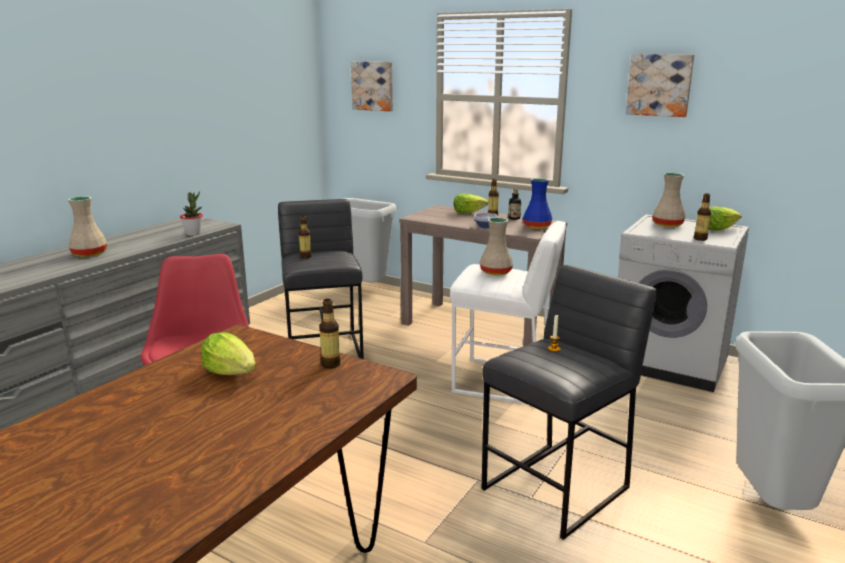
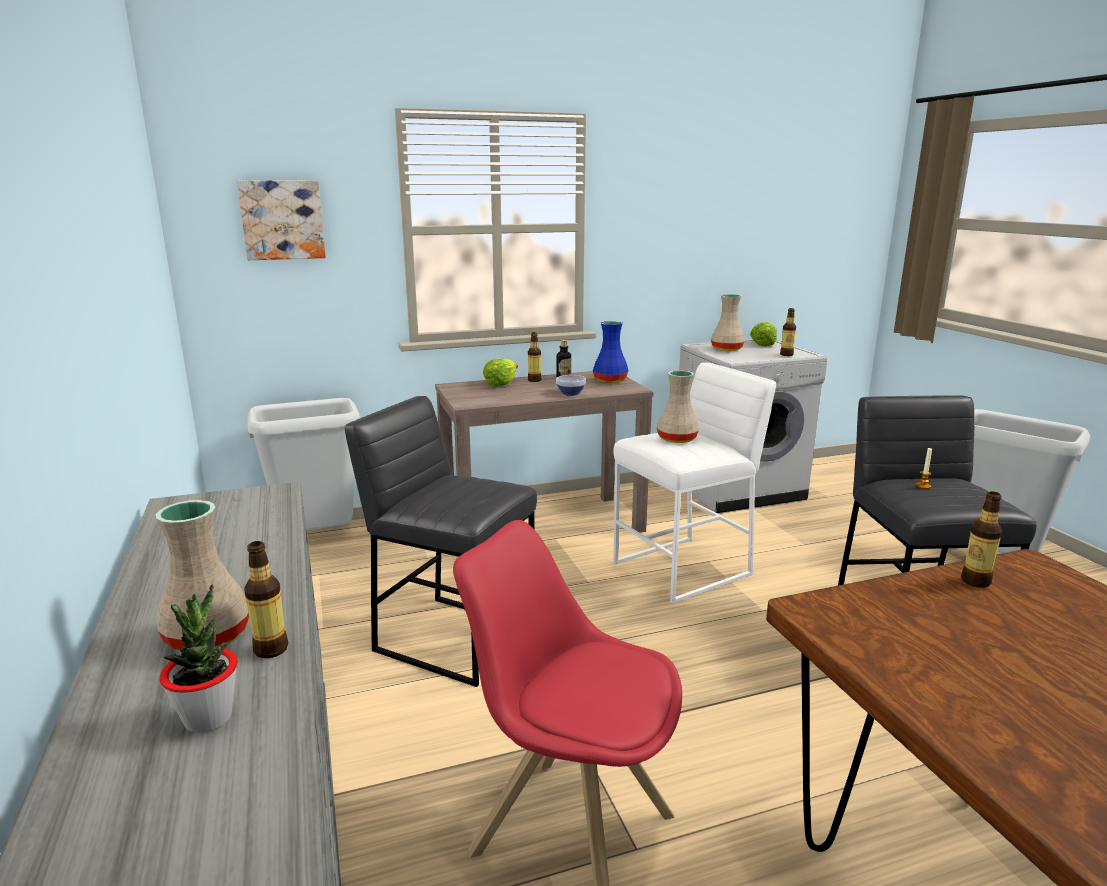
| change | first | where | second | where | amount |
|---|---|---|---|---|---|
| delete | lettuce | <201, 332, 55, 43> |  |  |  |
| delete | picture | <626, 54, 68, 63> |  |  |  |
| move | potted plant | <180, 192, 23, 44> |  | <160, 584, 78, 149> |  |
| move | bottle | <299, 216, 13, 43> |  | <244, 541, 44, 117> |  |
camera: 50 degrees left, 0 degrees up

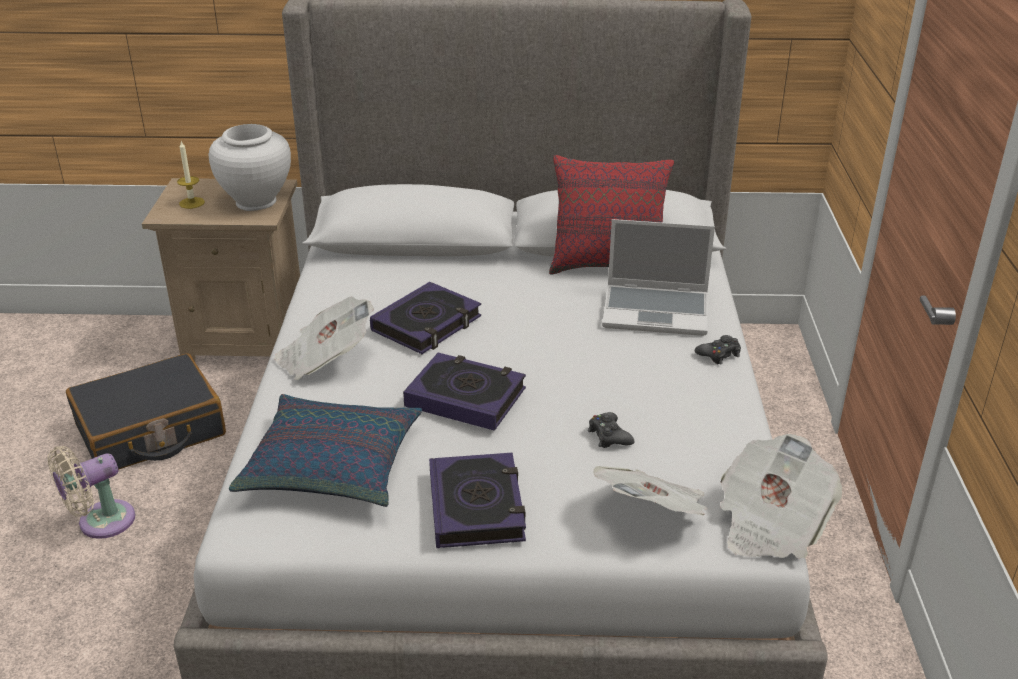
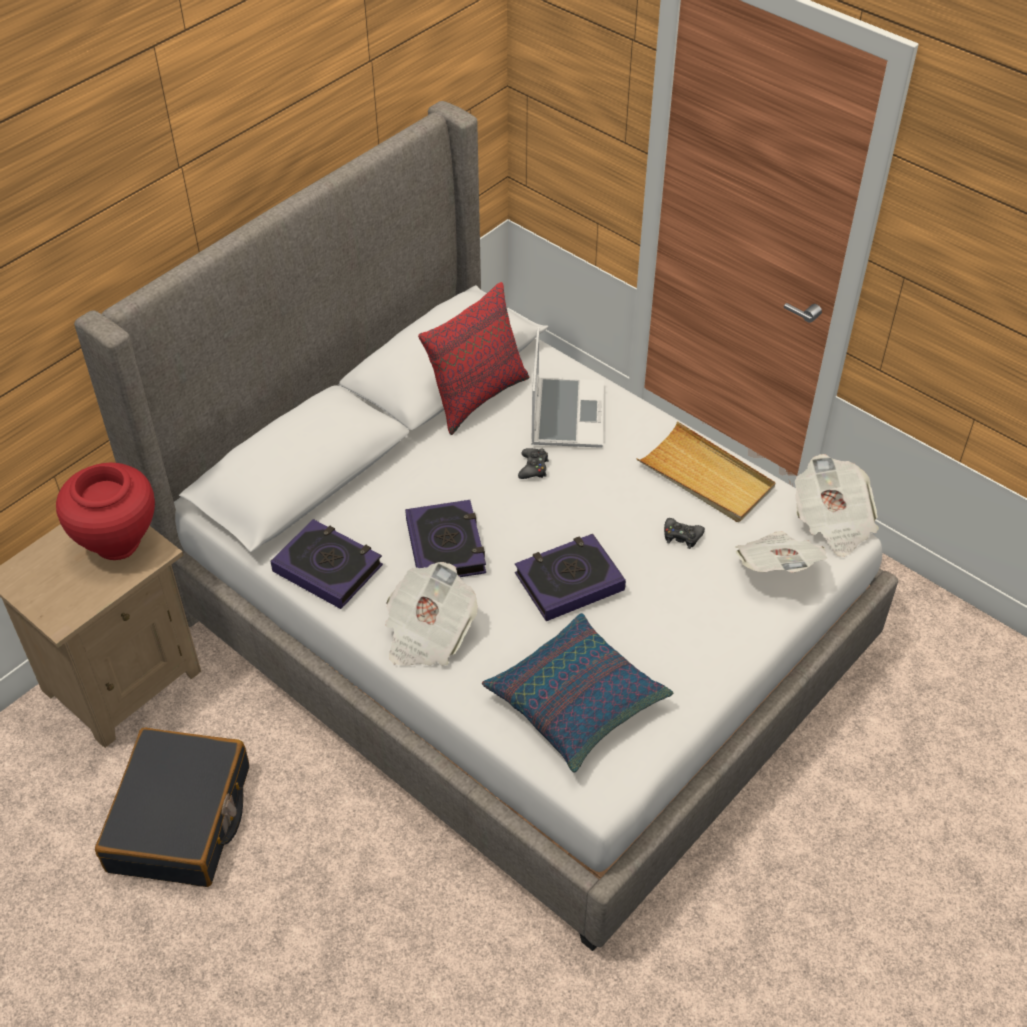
| change | first | where | second | where | amount |
|---|---|---|---|---|---|
| delete | beige fan | <47, 446, 88, 93> |  |  |  |
| delete | candle | <177, 141, 28, 68> |  |  |  |
| insert |  |  | beige tray | <636, 421, 140, 101> |  |
| move | book | <429, 453, 97, 95> |  | <270, 519, 113, 90> |  |
| move | black game controller | <695, 335, 46, 30> |  | <518, 448, 31, 31> |  |
| recolor | white vase | <208, 124, 83, 87> | red vase | <56, 463, 99, 97> |  |
| rotate | laptop | <602, 219, 113, 117> |  | <531, 327, 73, 121> | 45 degrees counterclockwise |
camera: 50 degrees left, 15 degrees up

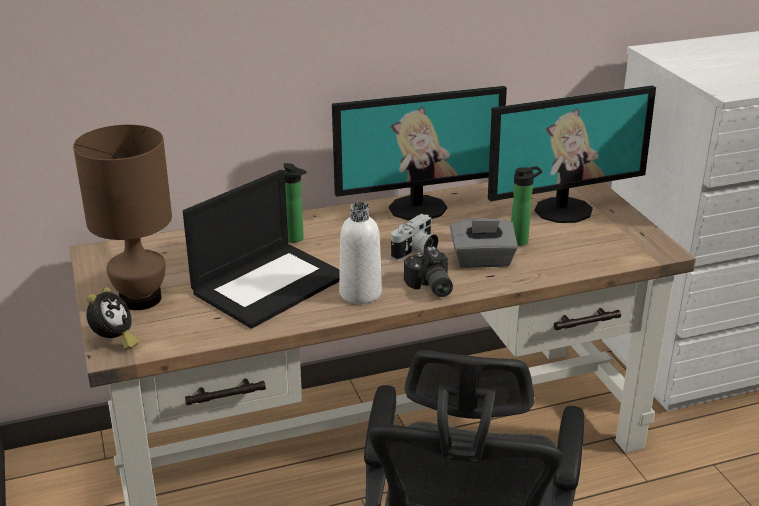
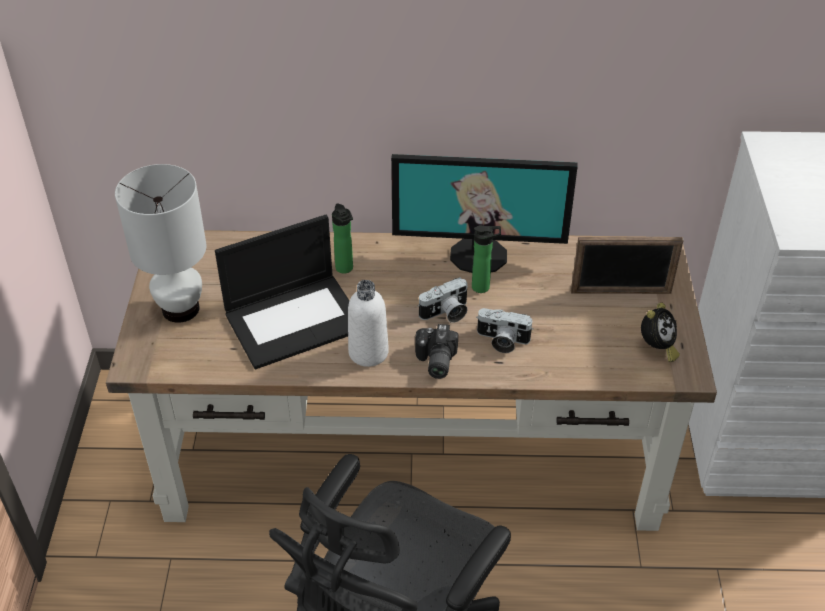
| change | first | where | second | where | amount |
|---|---|---|---|---|---|
| move | alarm clock | <86, 287, 53, 63> |  | <641, 303, 39, 59> |  |
| move | bottle | <511, 166, 31, 80> |  | <472, 225, 29, 68> |  |
| replace | grey tissue box | <450, 218, 68, 50> | photo camera | <476, 308, 58, 45> |  |
| replace | monitor | <488, 85, 168, 138> | picture frame | <571, 237, 113, 57> |  |
| recolor | brown table lamp | <73, 125, 99, 185> | white table lamp | <115, 164, 92, 159> |  |
camera: 20 degrees right, 15 degrees up

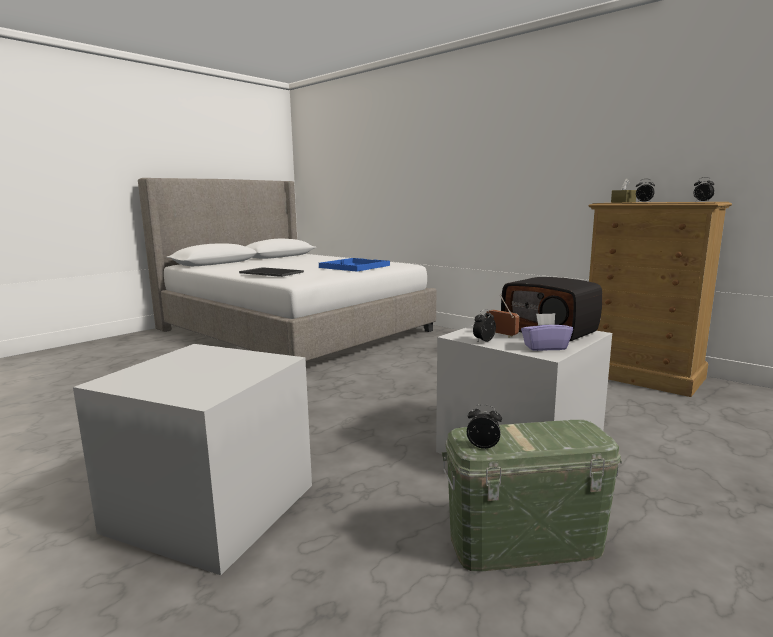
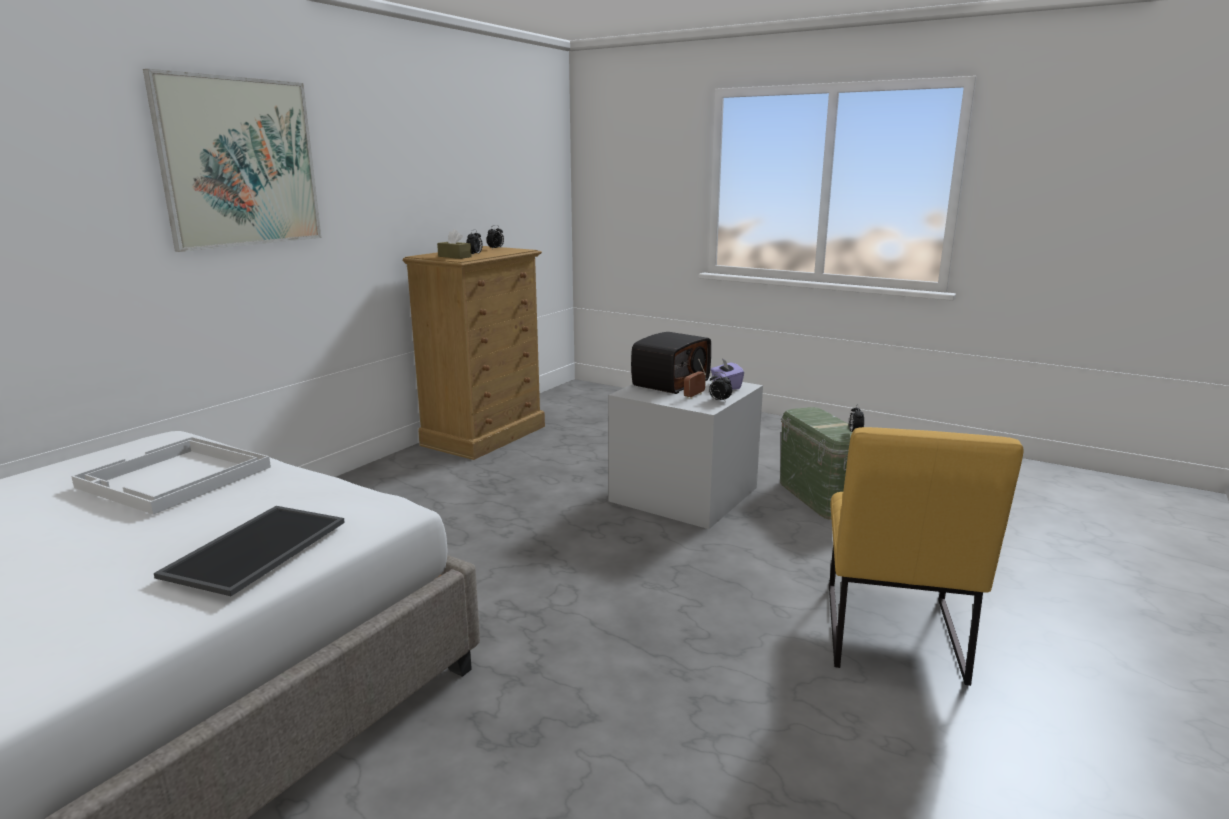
| change | first | where | second | where | amount |
|---|---|---|---|---|---|
| insert |  |  | picture | <143, 69, 178, 183> |  |
| replace | grey storage box | <73, 344, 239, 231> | yellow chair | <829, 427, 194, 259> |  |
| recolor | blue tray | <319, 258, 71, 14> | white tray | <71, 437, 200, 78> |  |
camera: 100 degrees left, 5 degrees up

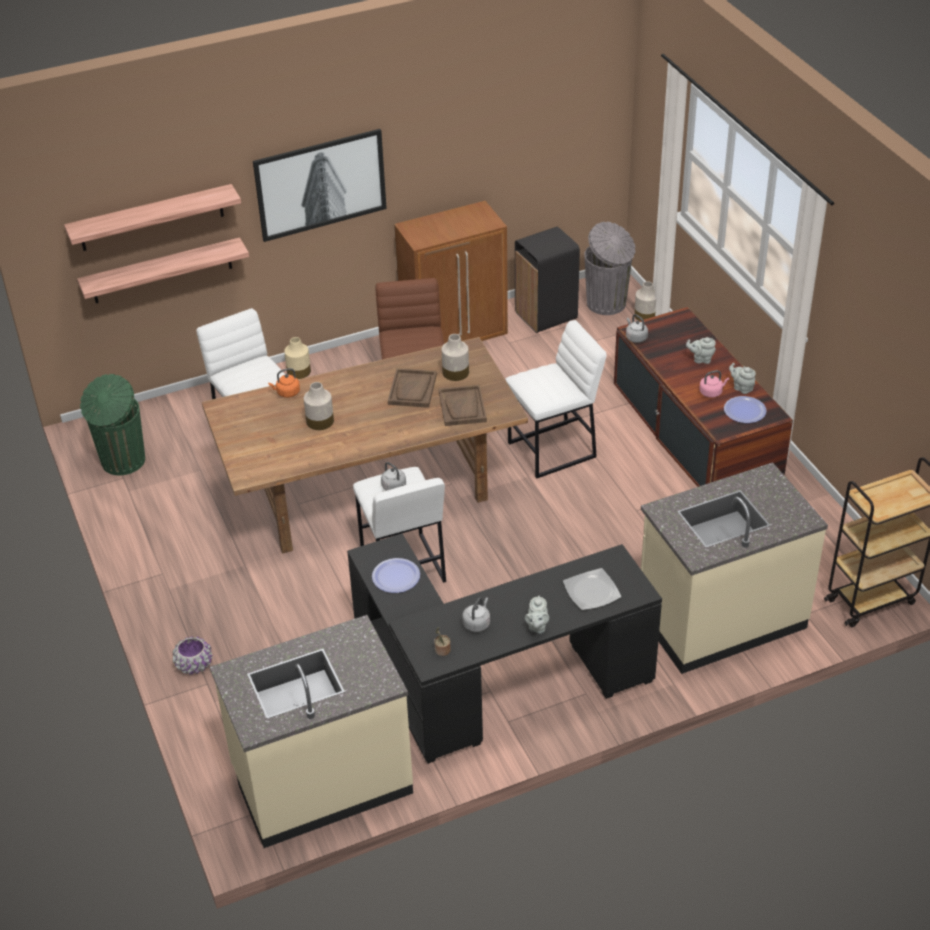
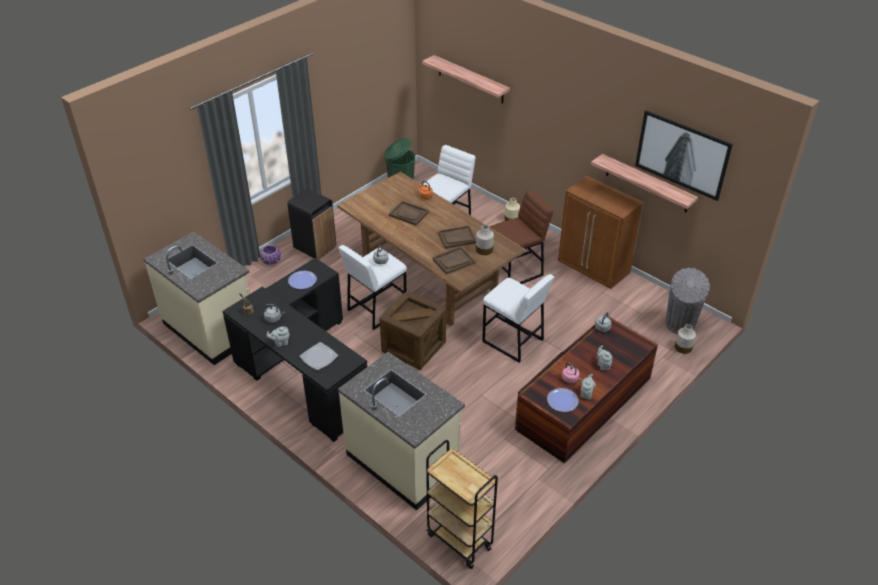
| change | first | where | second | where | amount |
|---|---|---|---|---|---|
| insert |  |  | crate | <379, 291, 67, 79> |  |
| move | shelf | <77, 237, 172, 66> |  | <591, 154, 107, 58> |  |
| move | picture | <253, 129, 134, 113> |  | <635, 110, 98, 91> |  |
| move | black trash can | <515, 227, 65, 106> |  | <288, 189, 48, 71> |  |
| replace | beige vase | <304, 382, 30, 48> | brown tray | <389, 201, 40, 25> |  |
camera: 65 degrees right, 0 degrees up

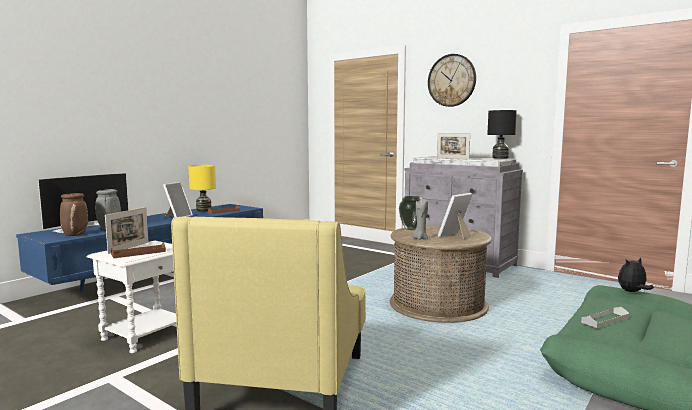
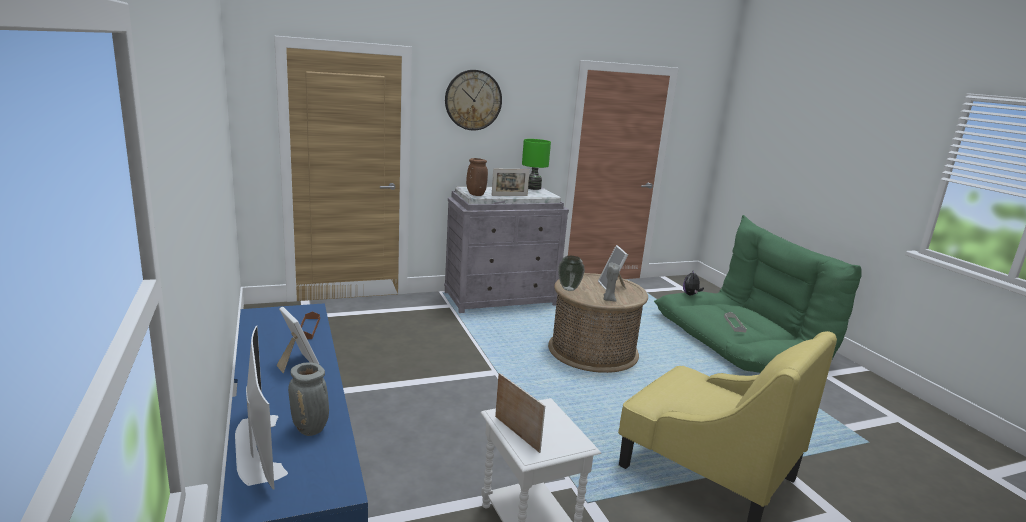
| change | first | where | second | where | amount |
|---|---|---|---|---|---|
| delete | brown tray | <111, 242, 55, 16> |  |  |  |
| delete | yellow table lamp | <188, 165, 28, 47> |  |  |  |
| move | brown vase | <60, 193, 28, 43> |  | <466, 158, 22, 38> |  |
| recolor | black table lamp | <487, 110, 30, 49> | green table lamp | <522, 139, 29, 51> |  |
camera: 60 degrees left, 10 degrees up

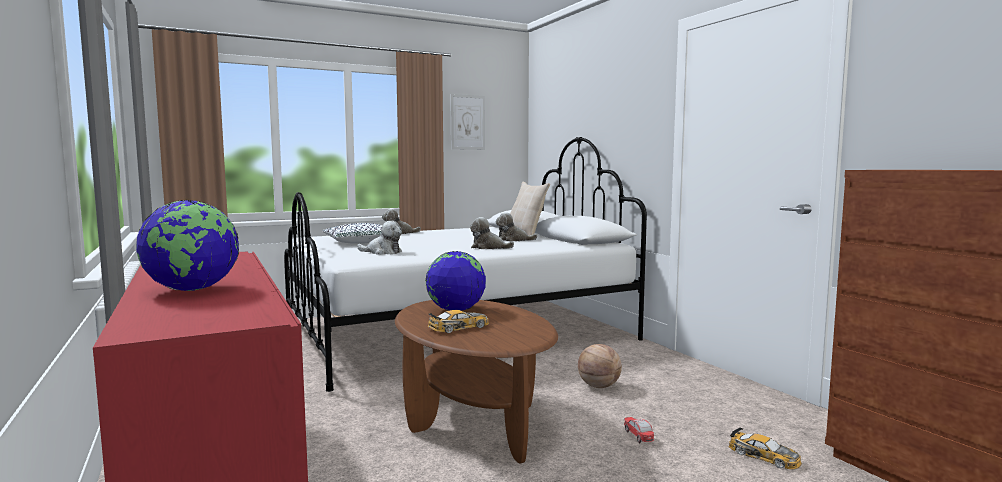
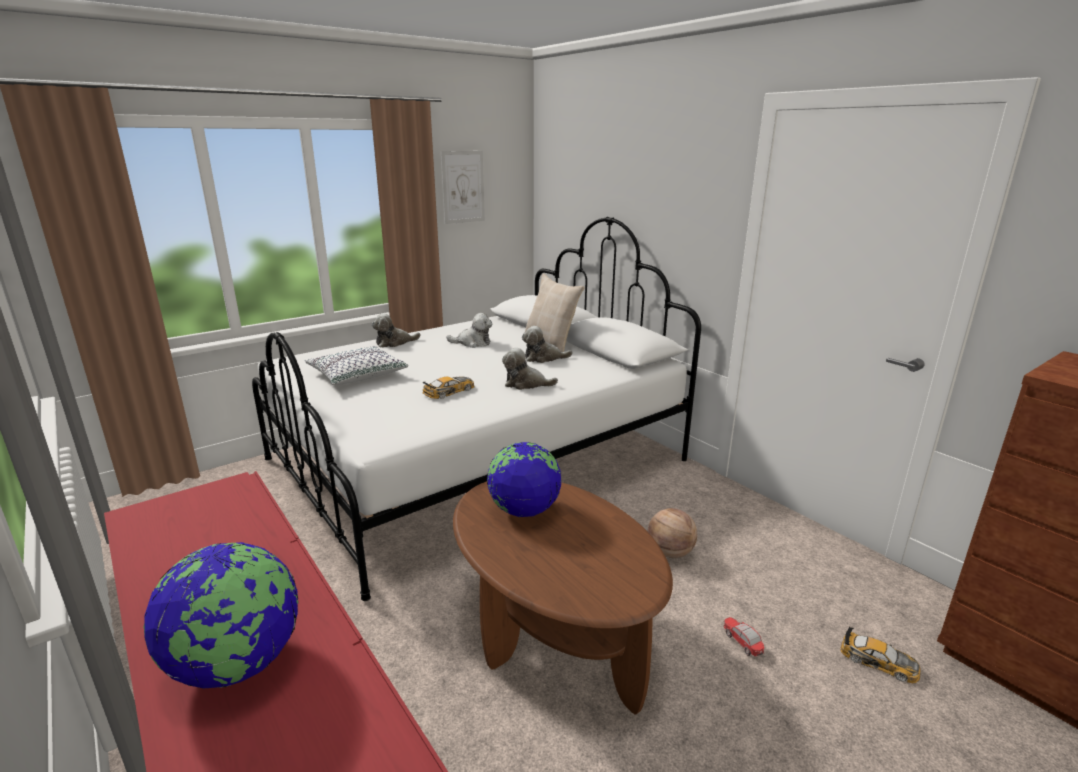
| change | first | where | second | where | amount |
|---|---|---|---|---|---|
| move | plush toy | <357, 221, 45, 34> |  | <446, 313, 46, 35> |  |
| move | toy car | <428, 310, 61, 23> |  | <422, 376, 53, 23> |  |
camera: 10 degrees left, 15 degrees up

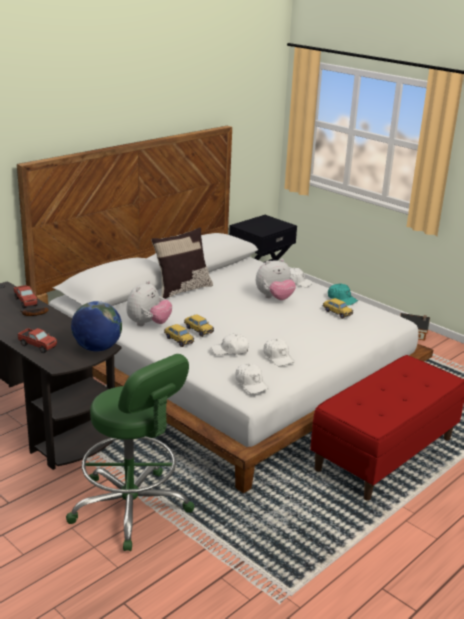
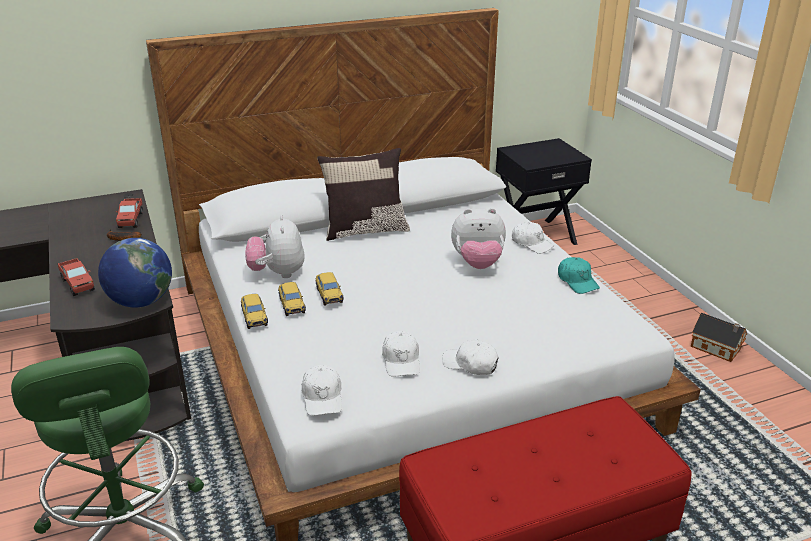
| change | first | where | second | where | amount |
|---|---|---|---|---|---|
| move | white cap | <212, 333, 37, 22> |  | <442, 339, 57, 36> |  |
| move | toy car | <323, 298, 30, 21> |  | <241, 294, 27, 35> |  |
| rotate | plush toy | <126, 280, 46, 46> |  | <245, 215, 60, 63> | 120 degrees clockwise |
camera: 25 degrees right, 5 degrees up

